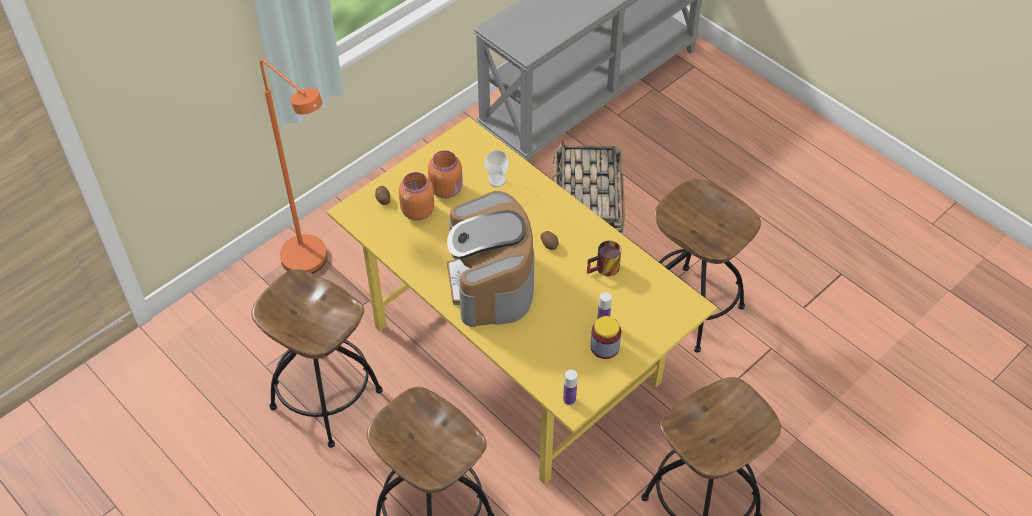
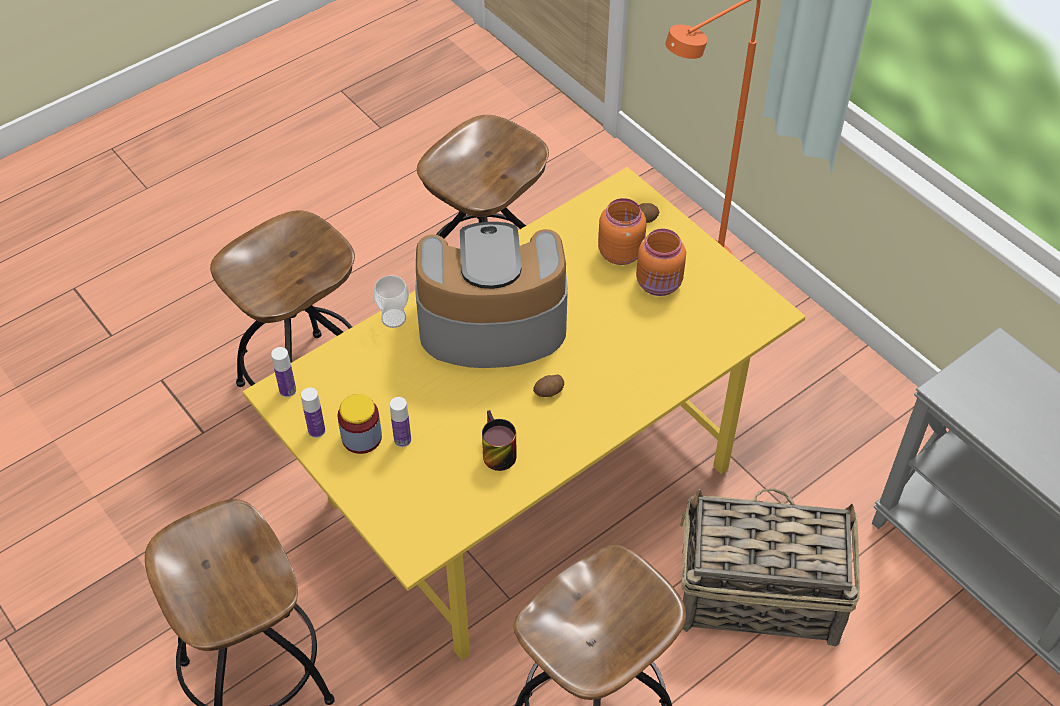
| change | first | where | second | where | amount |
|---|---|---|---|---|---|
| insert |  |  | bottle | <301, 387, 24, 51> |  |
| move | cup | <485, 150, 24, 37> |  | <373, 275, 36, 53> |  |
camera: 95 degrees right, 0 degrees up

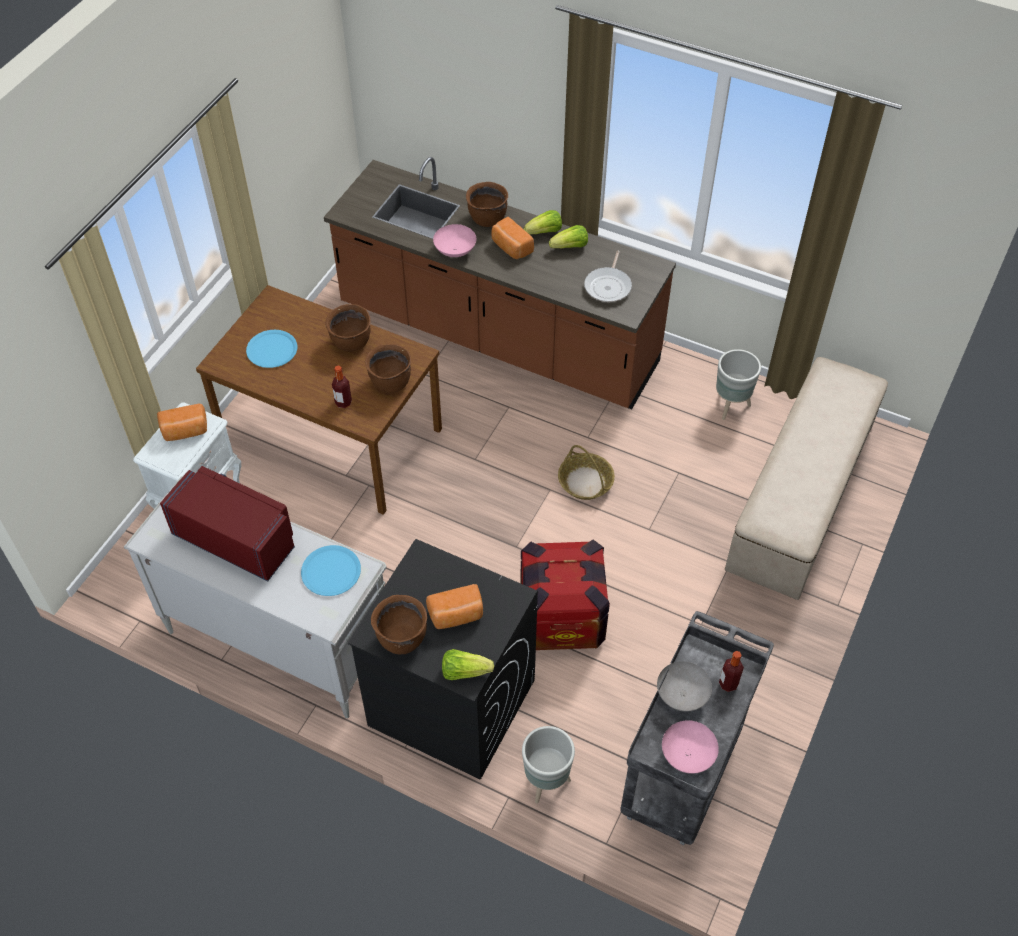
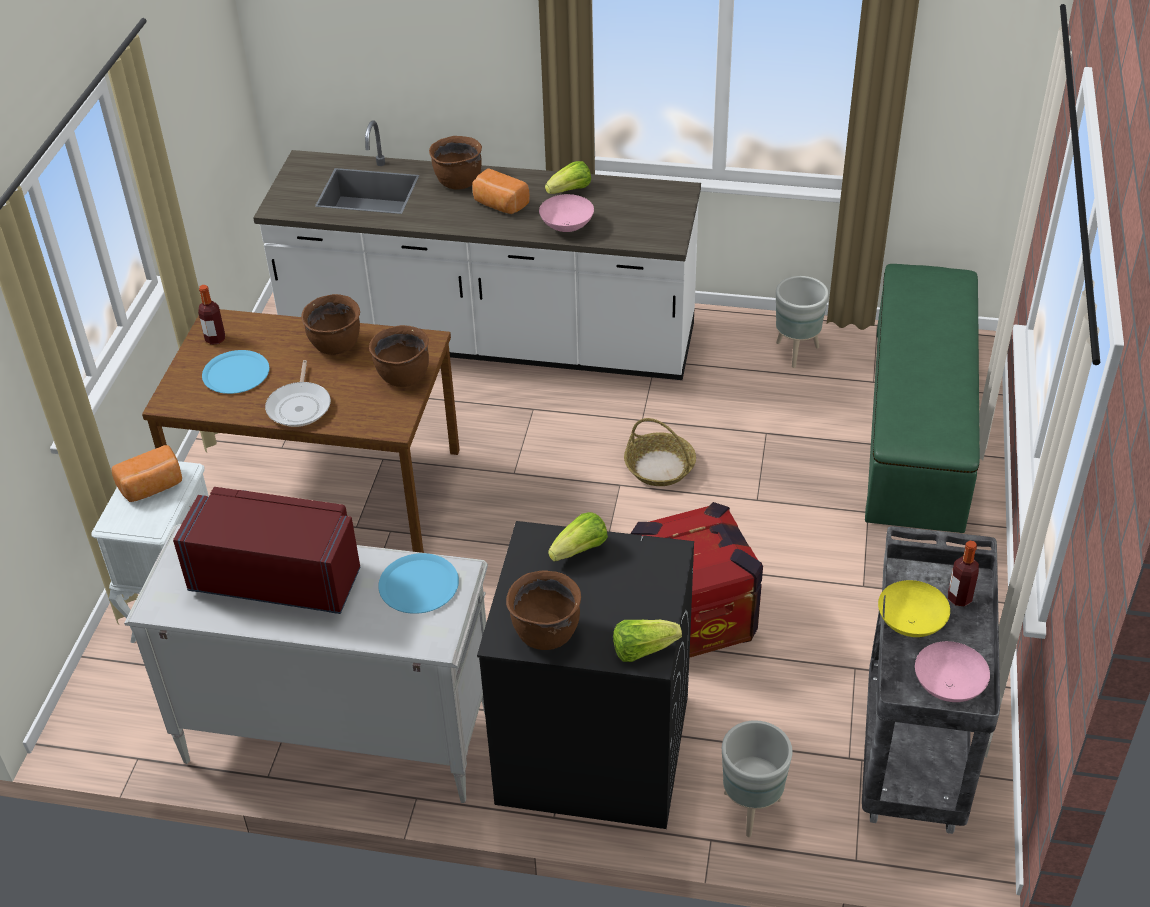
| change | first | where | second | where | amount |
|---|---|---|---|---|---|
| delete | bread | <426, 584, 57, 45> |  |  |  |
| move | bottle | <332, 366, 20, 42> |  | <198, 285, 27, 60> |  |
| move | pink bowl | <433, 224, 44, 33> |  | <539, 194, 55, 38> |  |
| move | lettuce | <523, 210, 39, 25> |  | <548, 512, 60, 50> |  |
| move | frying pan | <584, 251, 48, 51> |  | <265, 360, 66, 67> |  |
| recolor | brown counter | <324, 157, 352, 252> | white counter | <253, 120, 448, 260> |  |
| recolor | grey bowl | <657, 661, 55, 51> | yellow bowl | <878, 580, 72, 57> |  |
| recolor | beige bench | <725, 357, 163, 243> | green bench | <865, 264, 115, 269> |  |
camera: 15 degrees left, 10 degrees down

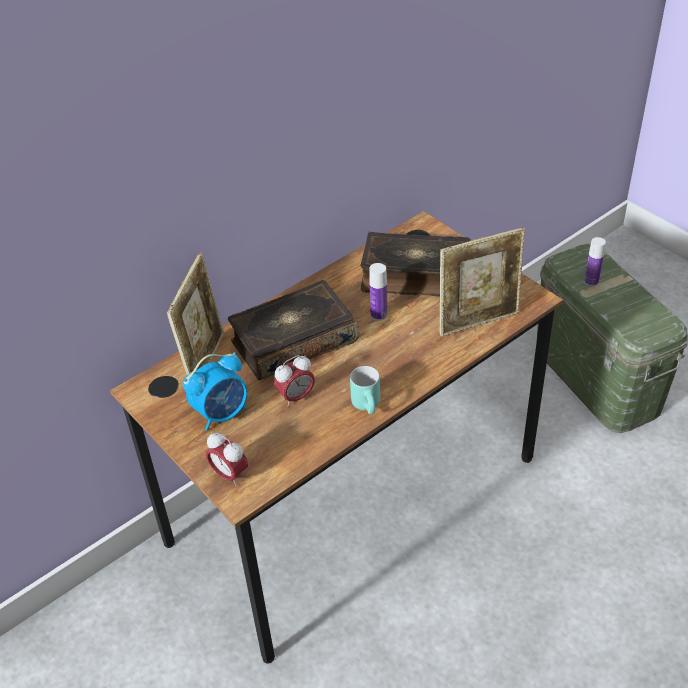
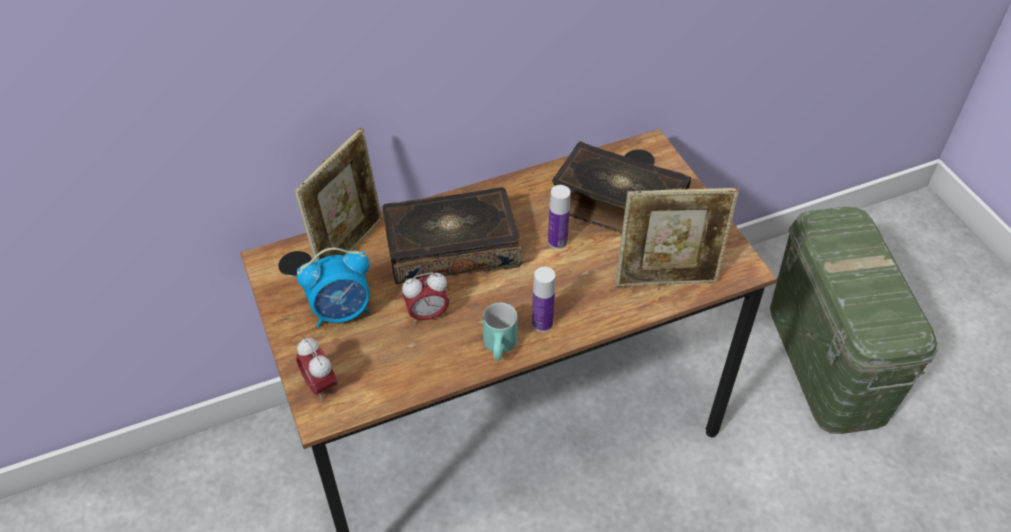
| change | first | where | second | where | amount |
|---|---|---|---|---|---|
| move | bottle | <584, 237, 22, 50> |  | <532, 267, 23, 65> |  |
camera: 15 degrees right, 5 degrees up

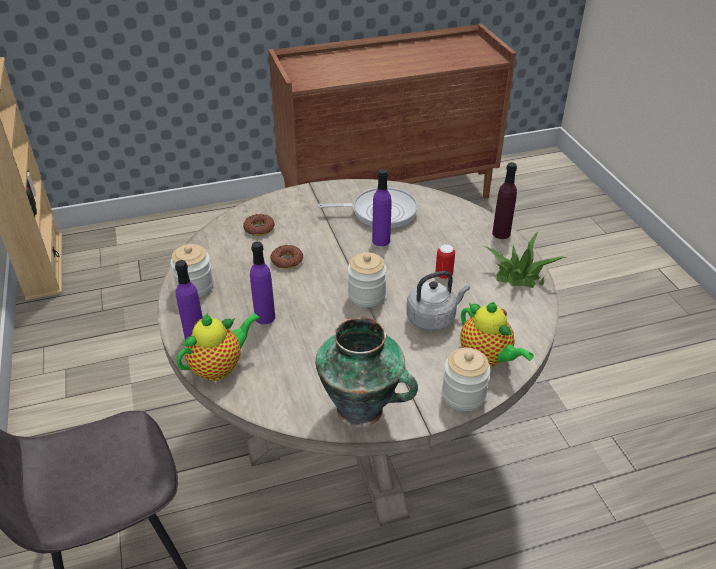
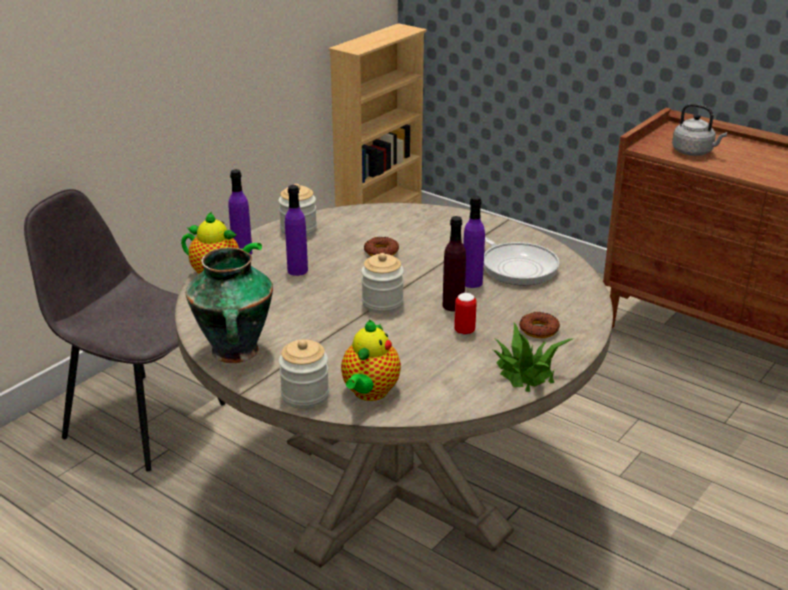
| change | first | where | second | where | amount |
|---|---|---|---|---|---|
| move | donut | <243, 214, 32, 22> |  | <519, 312, 41, 26> |  |
| move | grey kettle | <406, 271, 64, 59> |  | <672, 103, 55, 53> |  |
| move | purple bottle | <492, 162, 25, 77> |  | <443, 216, 23, 95> |  |
camera: 55 degrees right, 10 degrees down

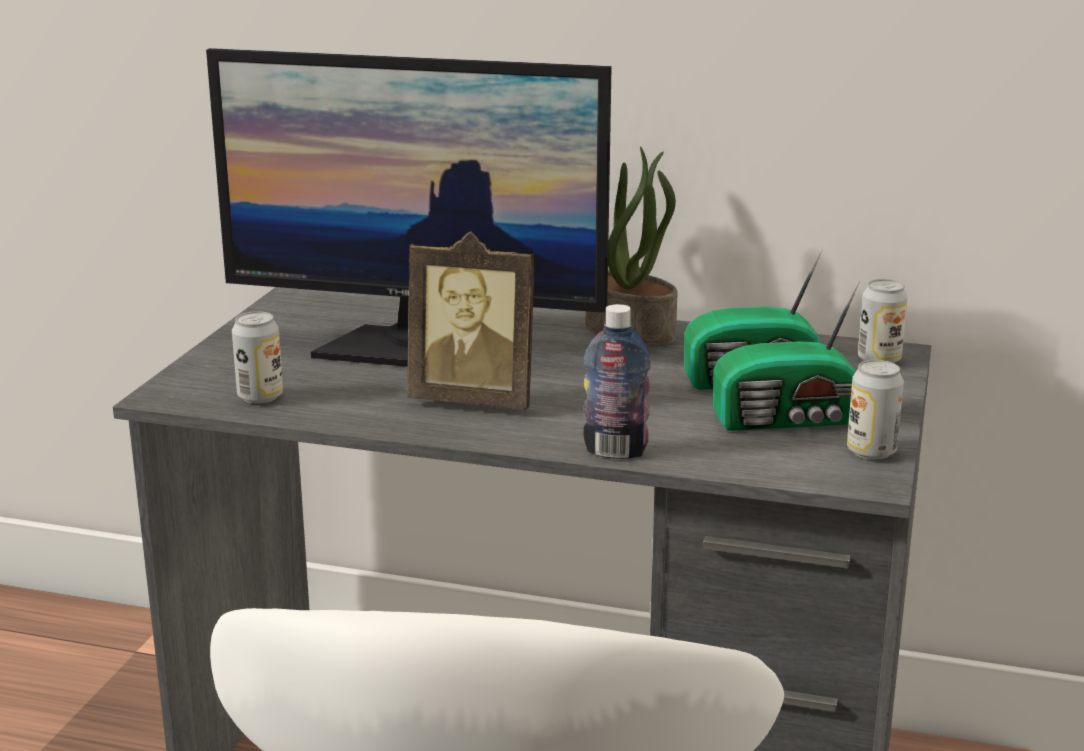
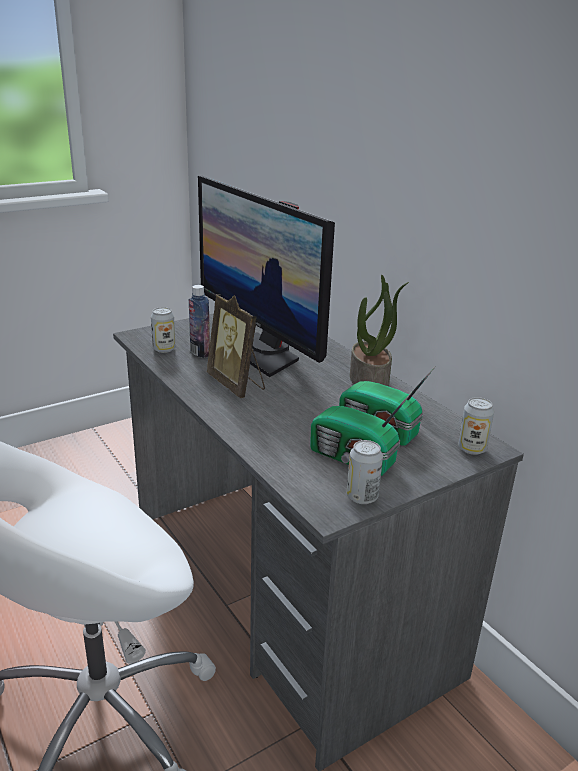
| change | first | where | second | where | amount |
|---|---|---|---|---|---|
| move | bottle | <583, 304, 68, 155> |  | <189, 285, 21, 73> |  |
camera: 40 degrees right, 5 degrees up

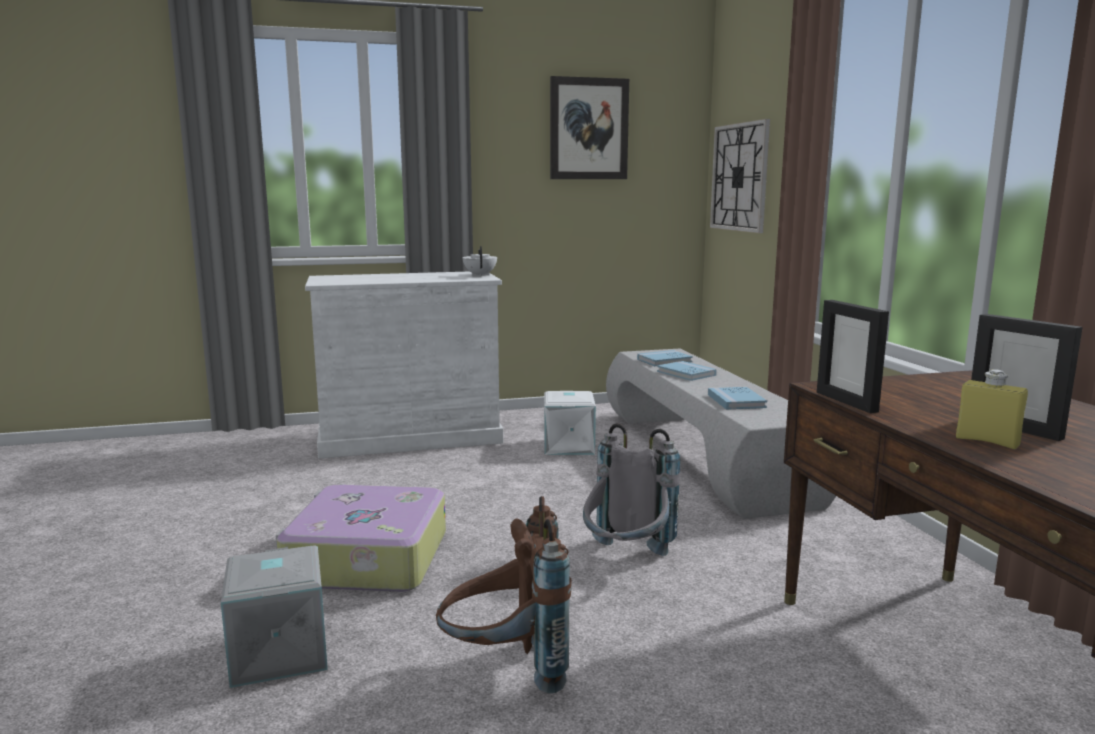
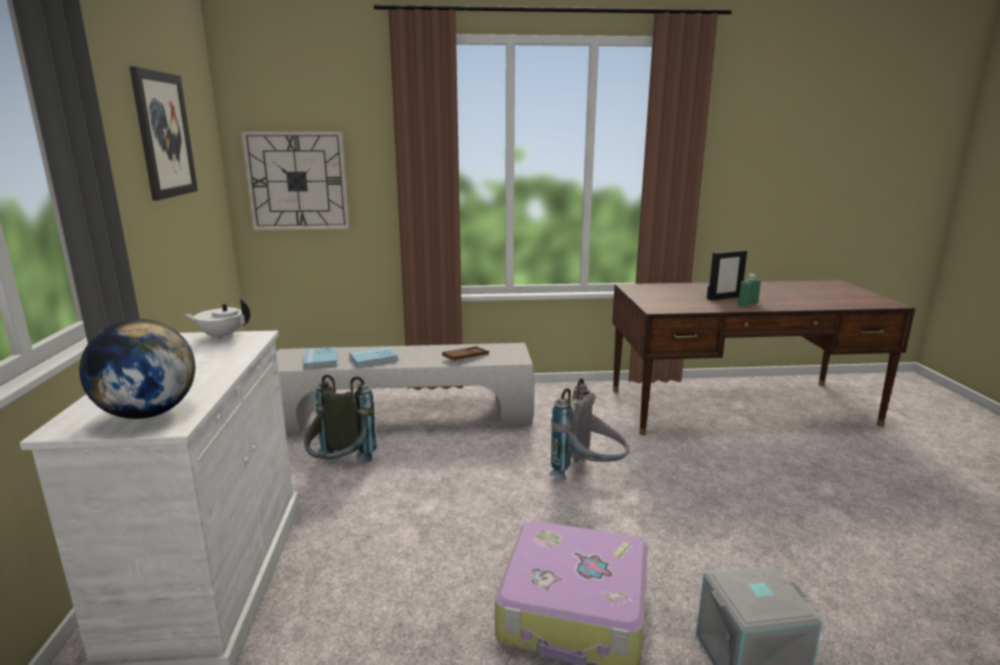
| change | first | where | second | where | amount |
|---|---|---|---|---|---|
| delete | brown backpack | <436, 496, 136, 197> |  |  |  |
| delete | picture frame | <817, 300, 72, 113> |  |  |  |
| insert |  |  | globe | <79, 319, 116, 100> |  |
| replace | white storage box | <544, 391, 52, 64> | grey backpack | <304, 374, 72, 89> |  |
| replace | blue book | <708, 387, 59, 22> | brown tray | <442, 346, 47, 15> |  |
| recolor | yellow bottle | <956, 369, 72, 80> | green bottle | <738, 274, 23, 33> |  |
camera: 80 degrees left, 5 degrees up

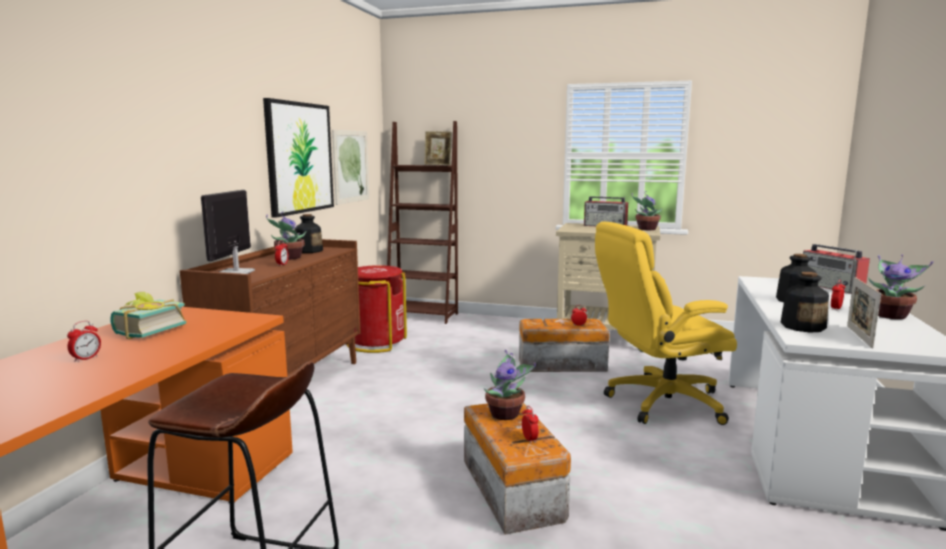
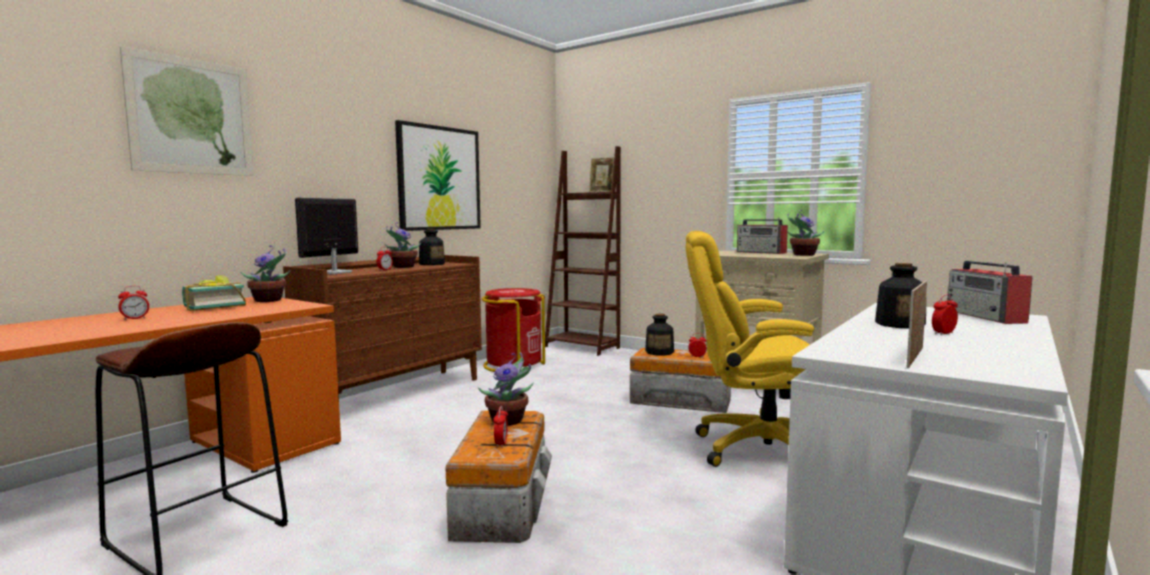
| change | first | where | second | where | amount |
|---|---|---|---|---|---|
| move | picture | <332, 130, 37, 75> |  | <120, 46, 134, 130> |  |
| move | bottle | <780, 272, 49, 61> |  | <645, 314, 29, 42> |  |
| move | potted plant | <868, 254, 65, 65> |  | <241, 245, 49, 57> |  |
camera: 20 degrees right, 5 degrees down

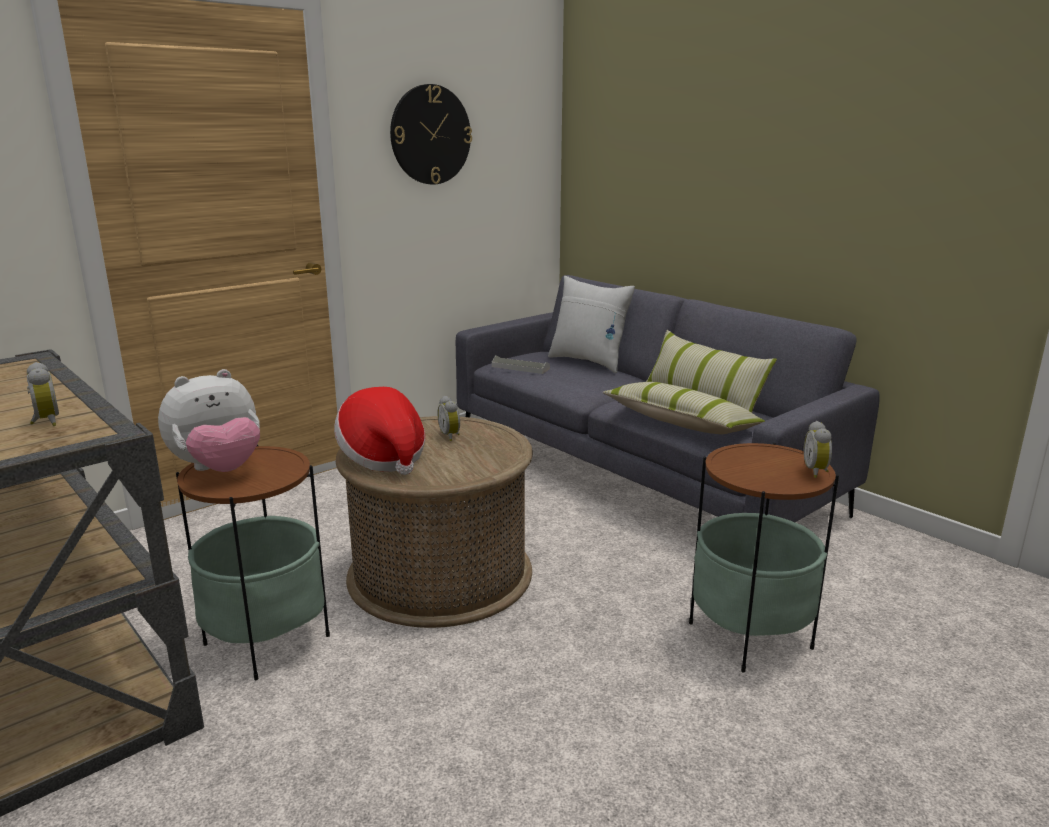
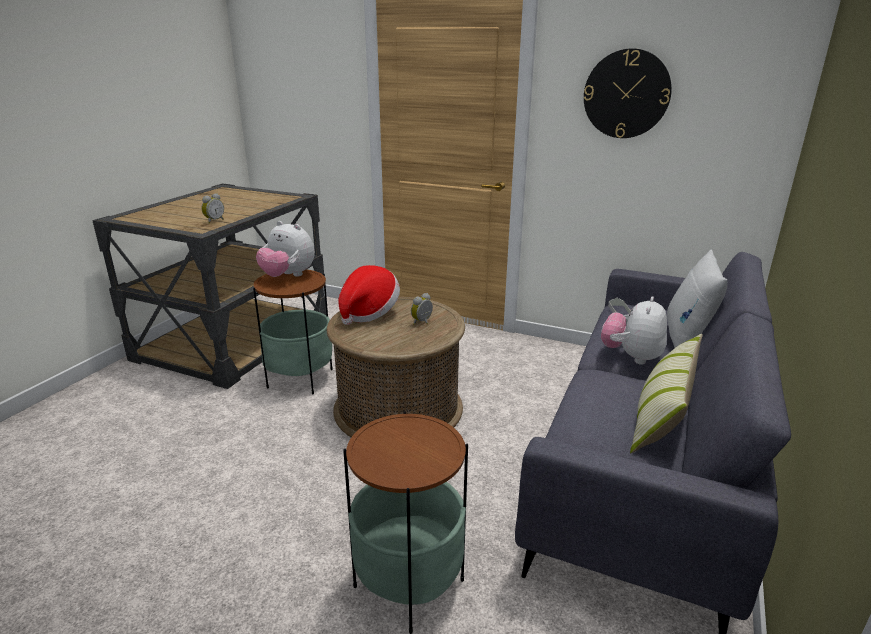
| change | first | where | second | where | amount |
|---|---|---|---|---|---|
| delete | pillow | <603, 382, 162, 52> |  |  |  |
| delete | alarm clock | <804, 421, 28, 57> |  |  |  |
| insert |  |  | plush toy | <601, 296, 66, 69> |  |
camera: 65 degrees right, 5 degrees up

